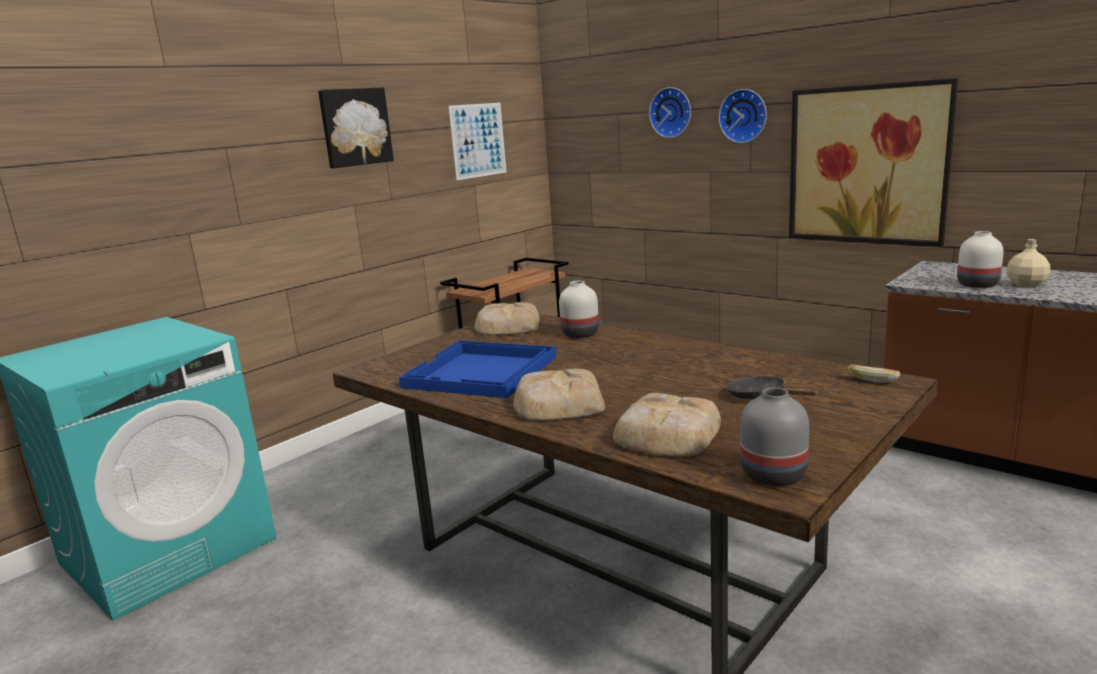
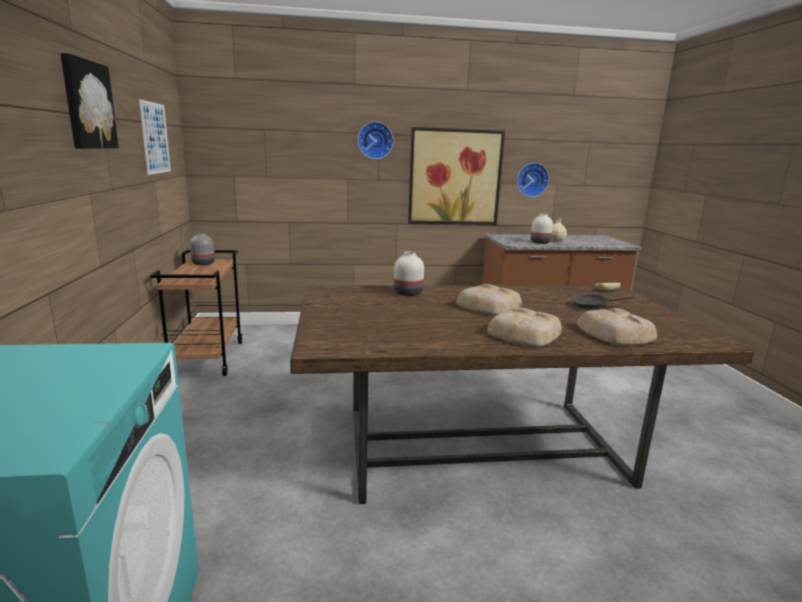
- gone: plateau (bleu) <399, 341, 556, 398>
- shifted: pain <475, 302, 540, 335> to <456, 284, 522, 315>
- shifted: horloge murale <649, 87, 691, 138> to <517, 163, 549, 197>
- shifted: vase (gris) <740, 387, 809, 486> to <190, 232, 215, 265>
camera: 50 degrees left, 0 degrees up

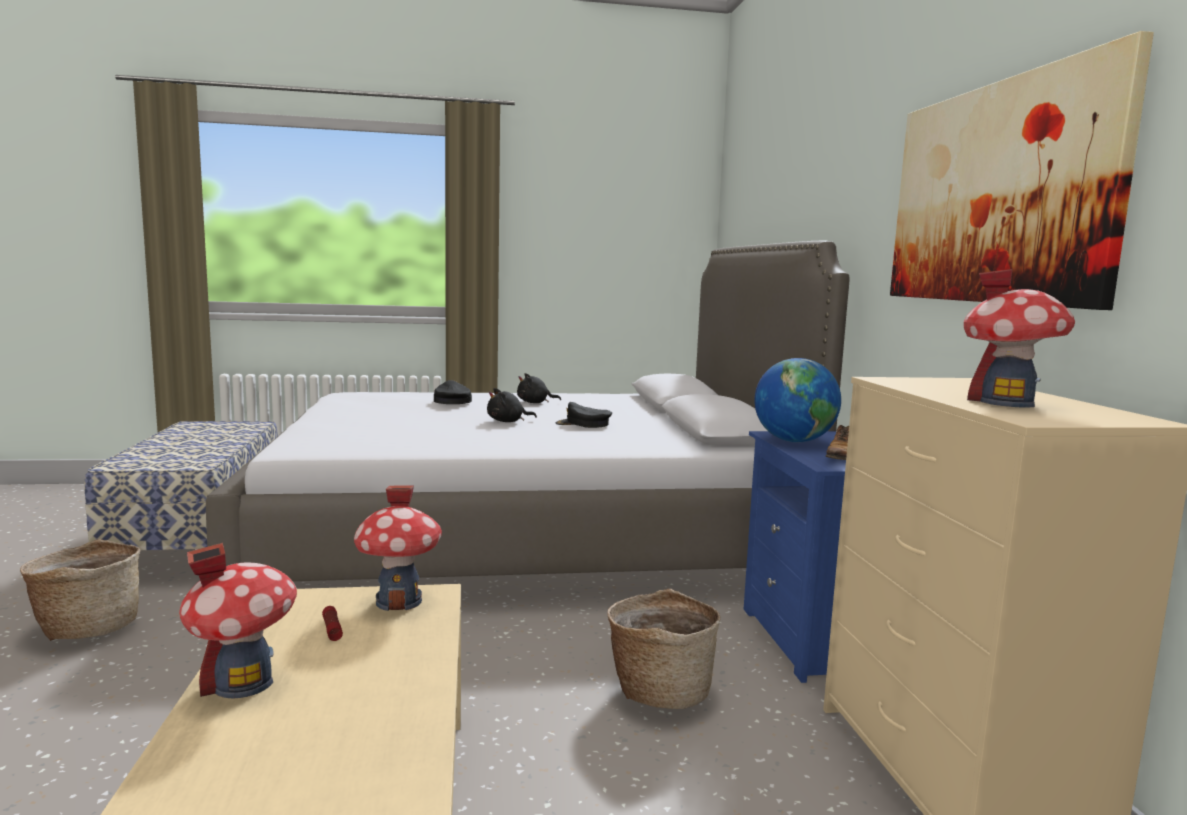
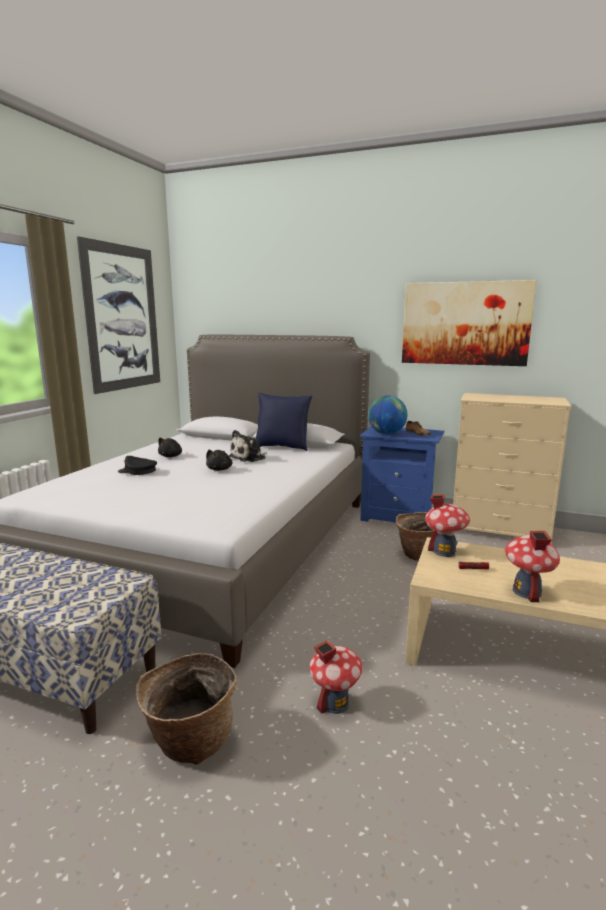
- swapped: casquette (noir) <556, 402, 612, 428> to peluche <229, 430, 267, 462>
- shifted: maison miniature <963, 269, 1075, 408> to <309, 640, 363, 714>
- new: tableau <77, 236, 160, 394>
- new: coussin (bleu) <256, 393, 312, 451>
camera: 60 degrees left, 5 degrees up

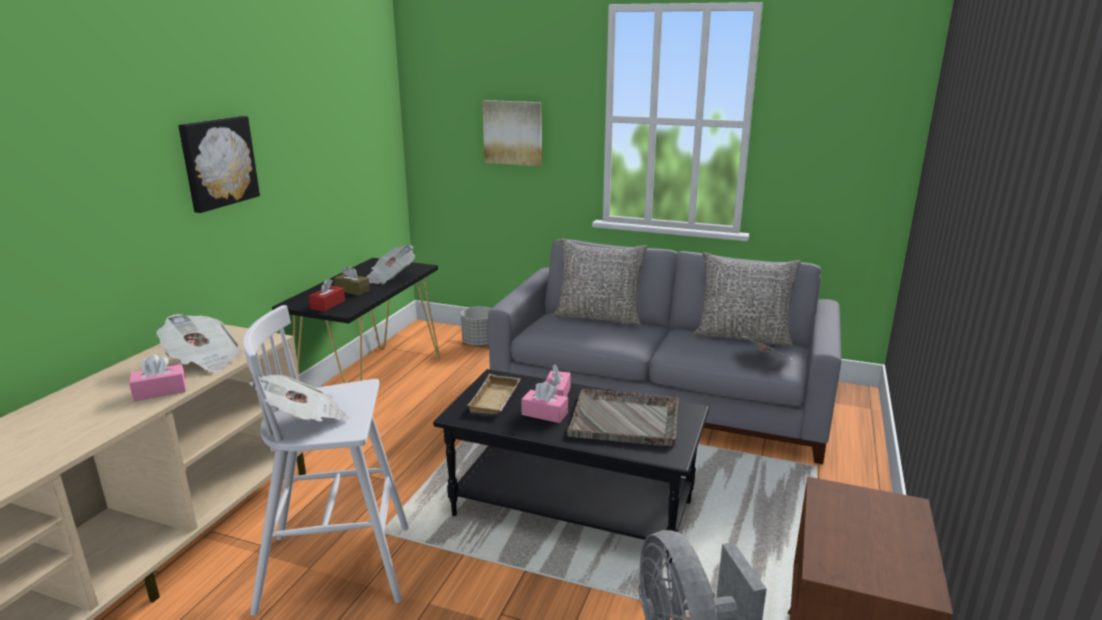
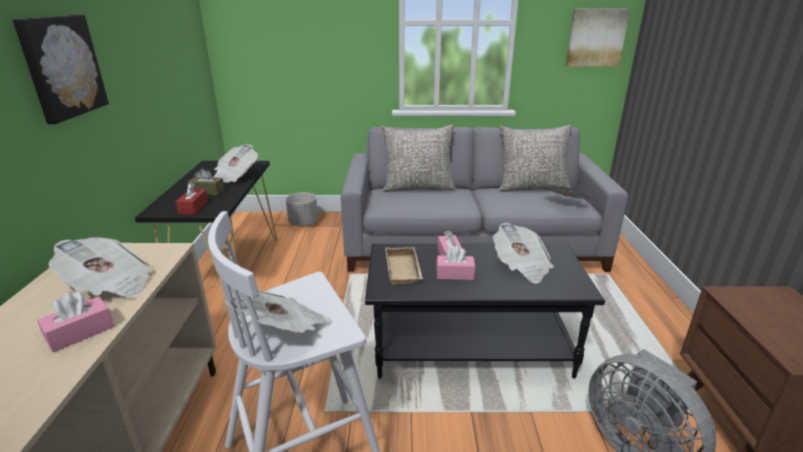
- shifted: tableau <482, 100, 542, 166> to <566, 9, 630, 66>
- swapped: plateau (gris) <567, 389, 679, 447> to journal <493, 223, 554, 284>
camera: 20 degrees left, 5 degrees up

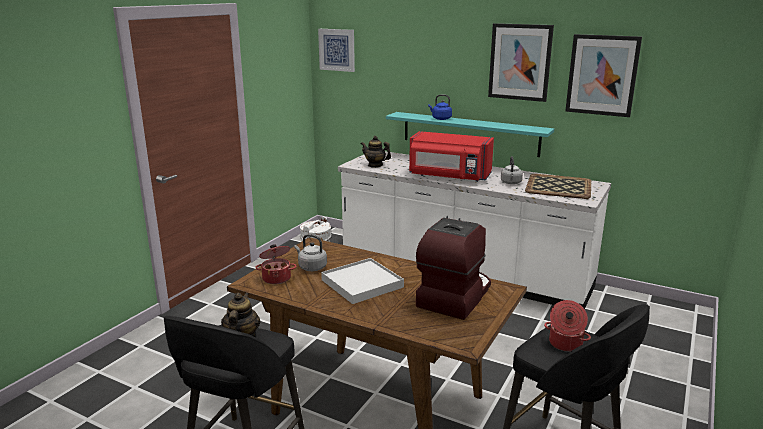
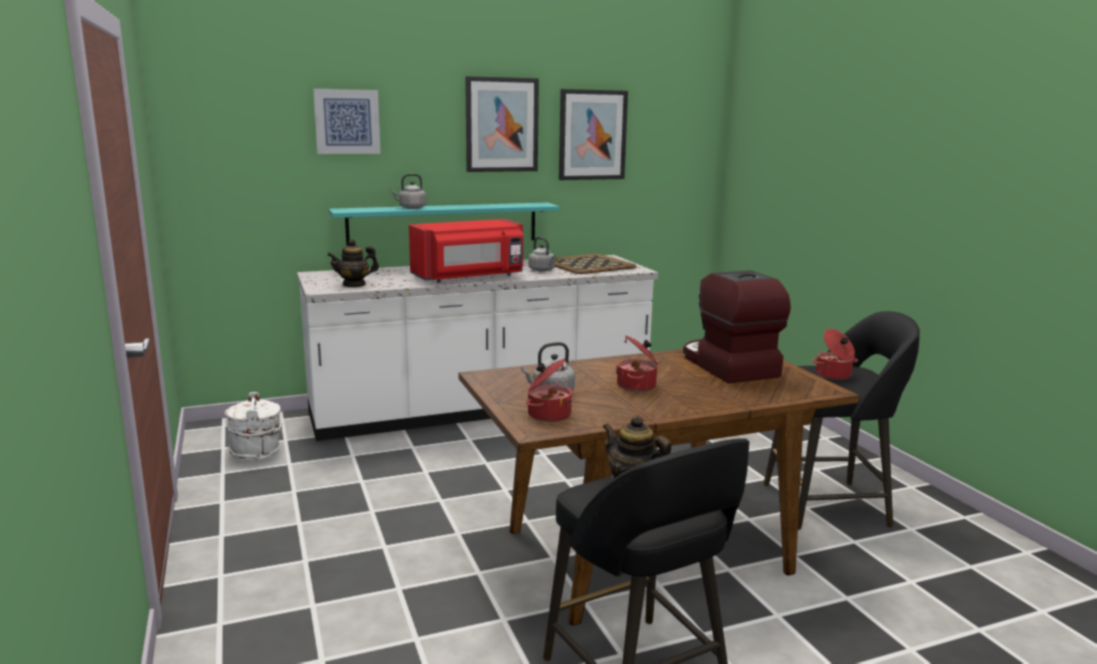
- shifted: tableau <318, 29, 355, 72> to <313, 89, 381, 154>
- swapped: plateau (blanc) <321, 258, 404, 304> to marmite <616, 335, 658, 392>
- repainted: bouilloire (bleu) <428, 94, 452, 120> to bouilloire (gris) <390, 174, 427, 209>
camera: 50 degrees left, 5 degrees down

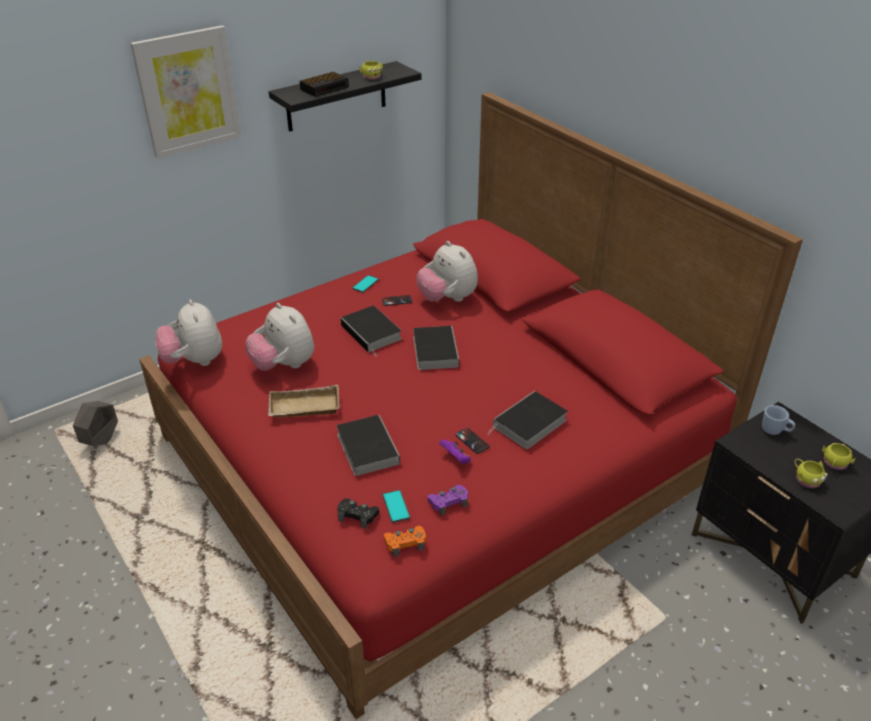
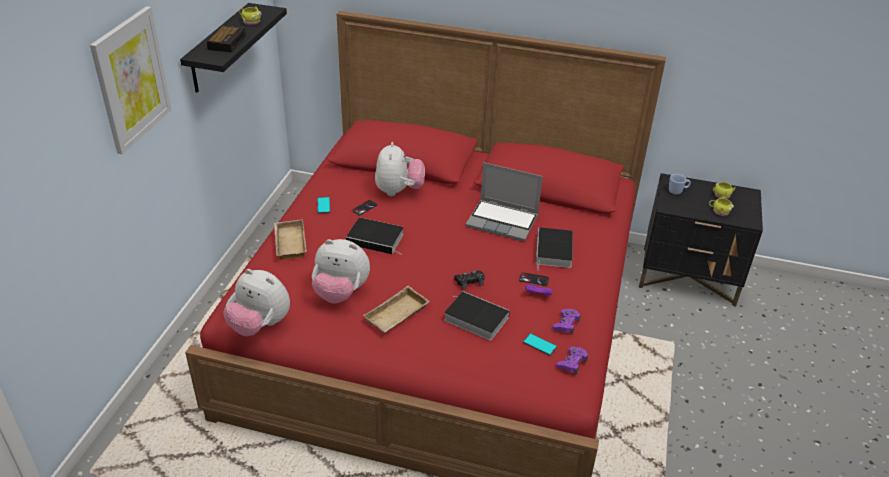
- gone: cache-pot (gris) <73, 401, 118, 446>
- shifted: manette (noir) <337, 498, 379, 529> to <454, 270, 485, 290>
- repainted: manette (orange) <384, 526, 426, 557> to manette (violet) <556, 347, 588, 375>
- gone: livre <413, 326, 459, 370>
- rotated: peluche <416, 241, 478, 302> = <375, 142, 425, 196> 105 degrees counterclockwise
- new: plateau (beige) <274, 219, 307, 259>
- new: ordinateur portable <465, 162, 543, 241>
camera: 40 degrees left, 0 degrees up

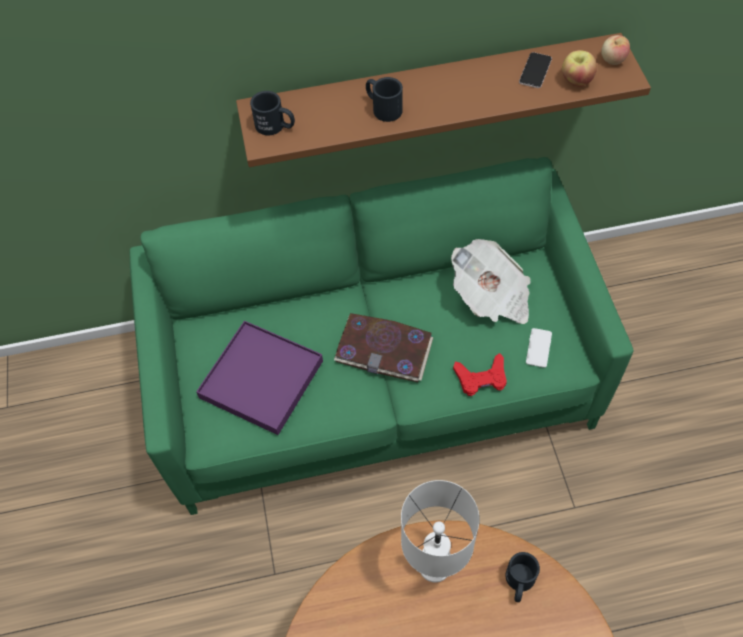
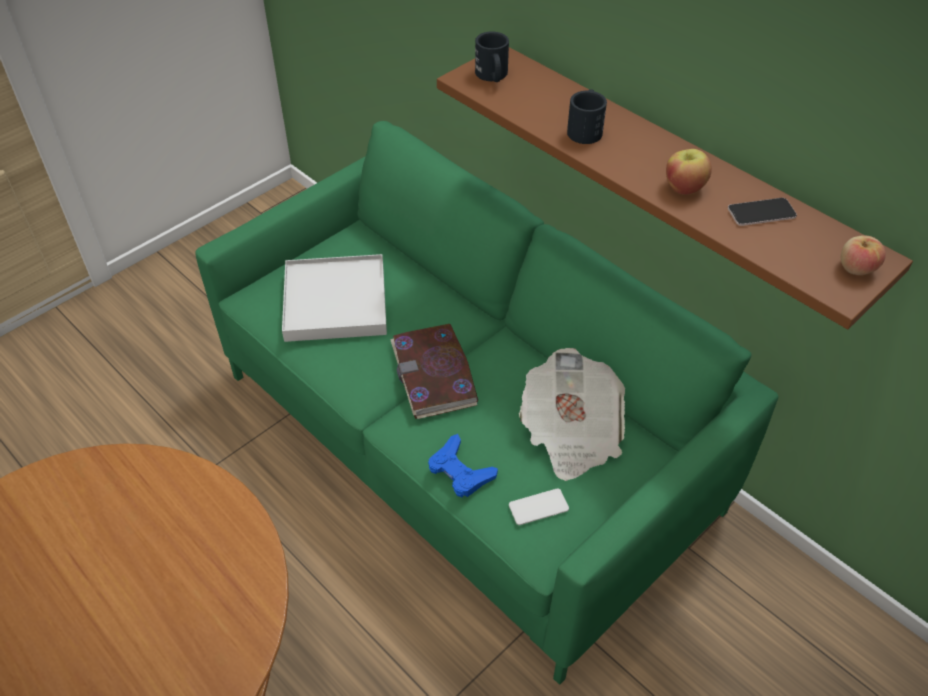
- repainted: plateau (violet) <196, 321, 323, 435> to plateau (blanc) <282, 254, 387, 342>
- gone: lampe de table (blanc) <401, 480, 480, 583>
- repainted: manette (rouge) <453, 353, 507, 396> to manette (bleu) <428, 434, 498, 497>
- gone: mug (noir) <505, 552, 540, 602>
- shifted: pomme <562, 50, 597, 87> to <666, 149, 712, 195>
camera: 55 degrees right, 10 degrees down

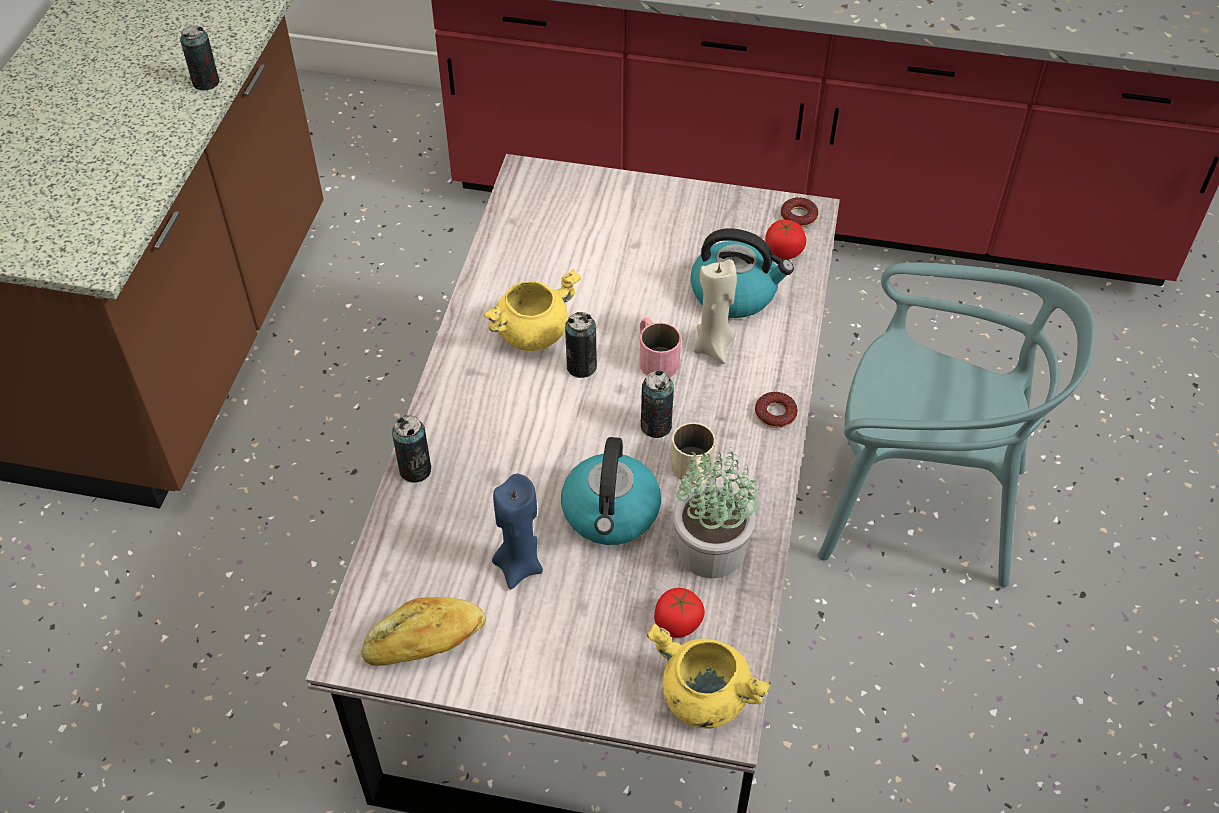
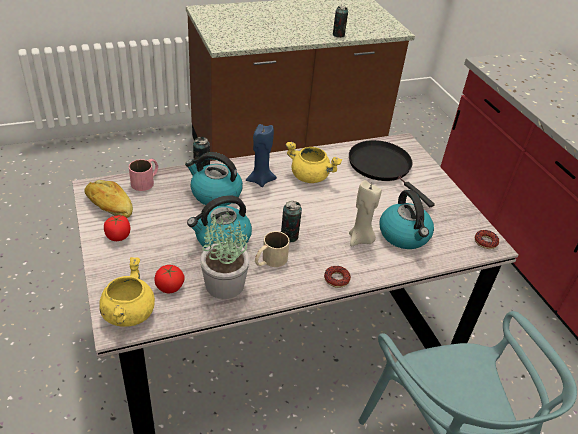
- shifted: bougie (bleu) <492, 474, 543, 590> to <246, 124, 277, 187>
- gone: boîte métallique <565, 312, 597, 378>
- shifted: mug (rose) <639, 318, 681, 377> to <129, 159, 158, 191>
- shifted: tomate <766, 220, 806, 260> to <104, 215, 130, 241>
- new: bouilloire <185, 152, 243, 206>
- new: poêle (noir) <349, 140, 435, 207>
camera: 55 degrees right, 10 degrees down

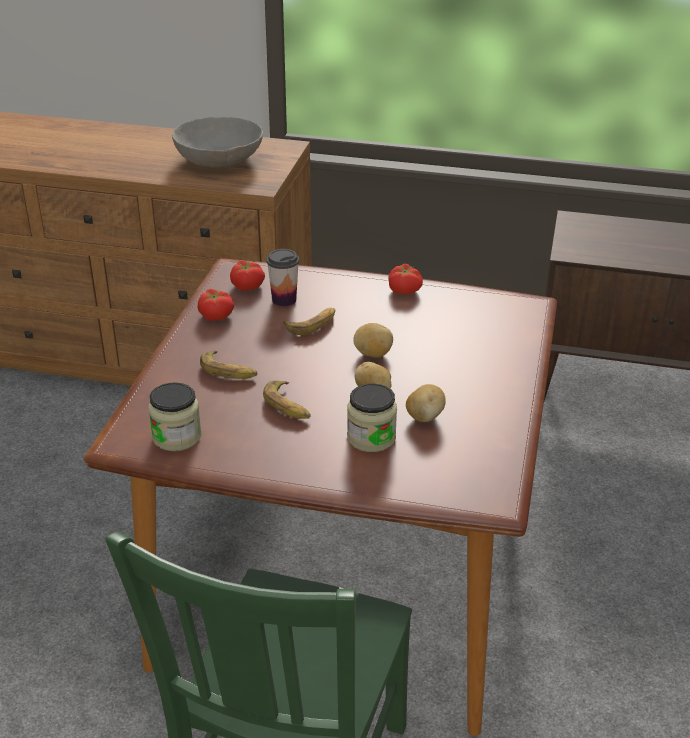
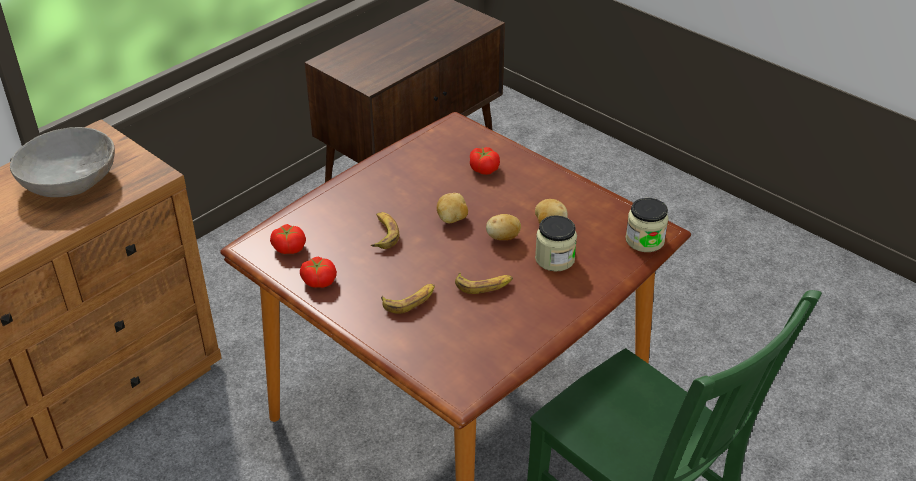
- shifted: bocal <148, 382, 201, 451> to <625, 198, 669, 252>
- gone: tasse <266, 249, 299, 306>
- shifted: tomate <388, 264, 423, 295> to <470, 147, 500, 175>
camera: 60 degrees left, 5 degrees up

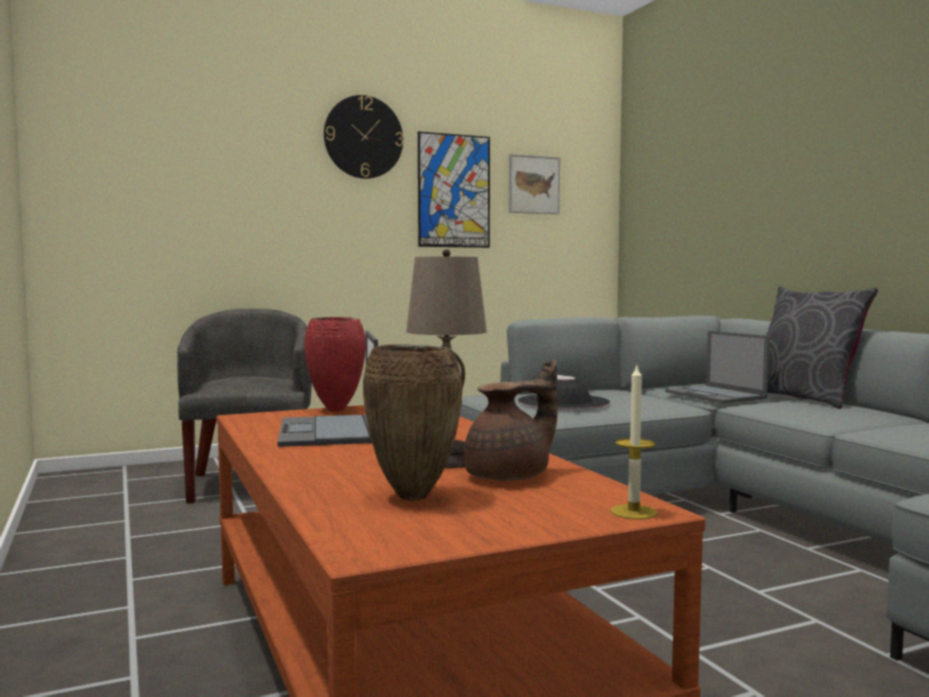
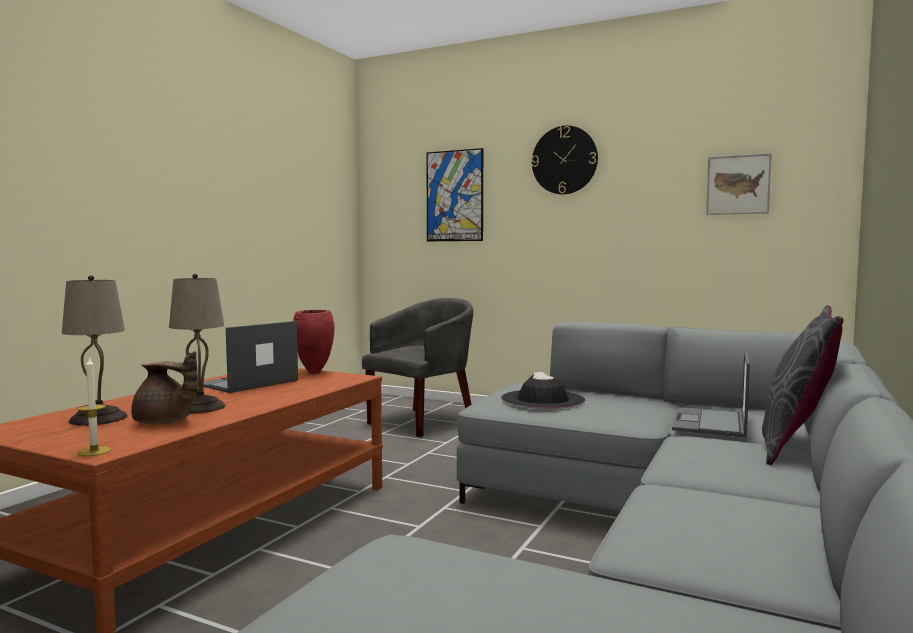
- swapped: vase (marron) <363, 344, 462, 501> to lampe de table (beige) <62, 275, 128, 426>
- shifted: tableau <418, 131, 490, 248> to <426, 148, 483, 241>
camera: 50 degrees right, 0 degrees up

